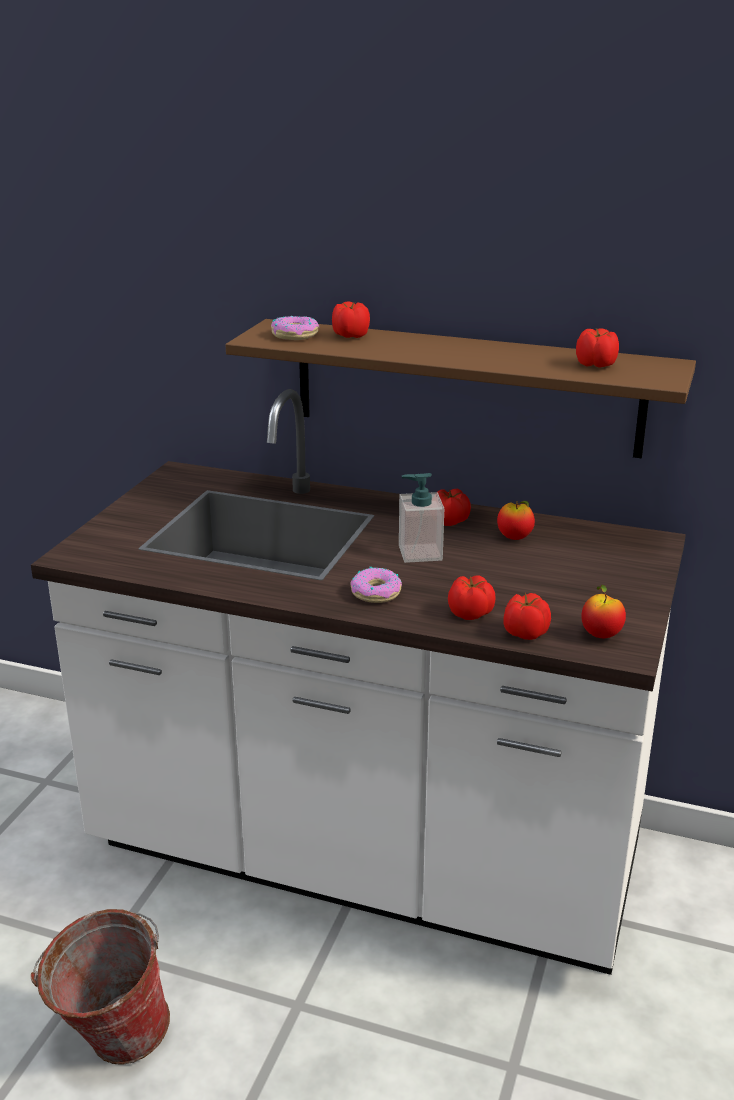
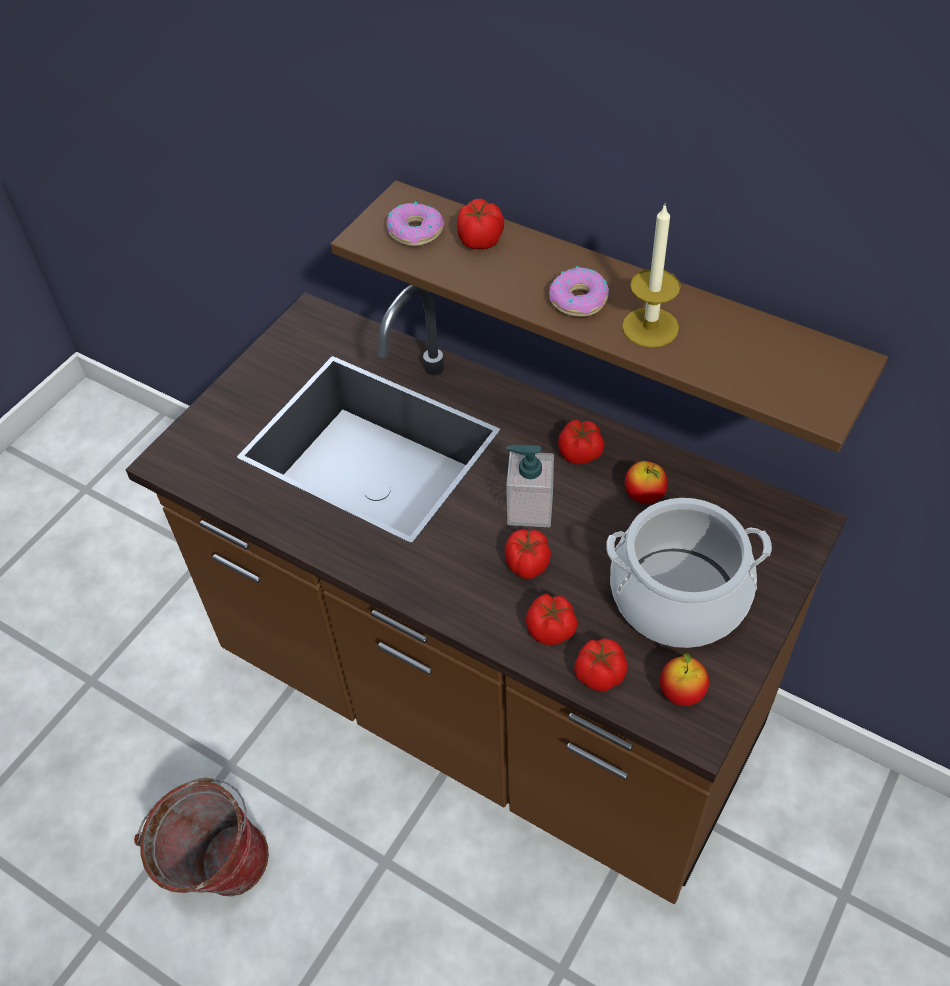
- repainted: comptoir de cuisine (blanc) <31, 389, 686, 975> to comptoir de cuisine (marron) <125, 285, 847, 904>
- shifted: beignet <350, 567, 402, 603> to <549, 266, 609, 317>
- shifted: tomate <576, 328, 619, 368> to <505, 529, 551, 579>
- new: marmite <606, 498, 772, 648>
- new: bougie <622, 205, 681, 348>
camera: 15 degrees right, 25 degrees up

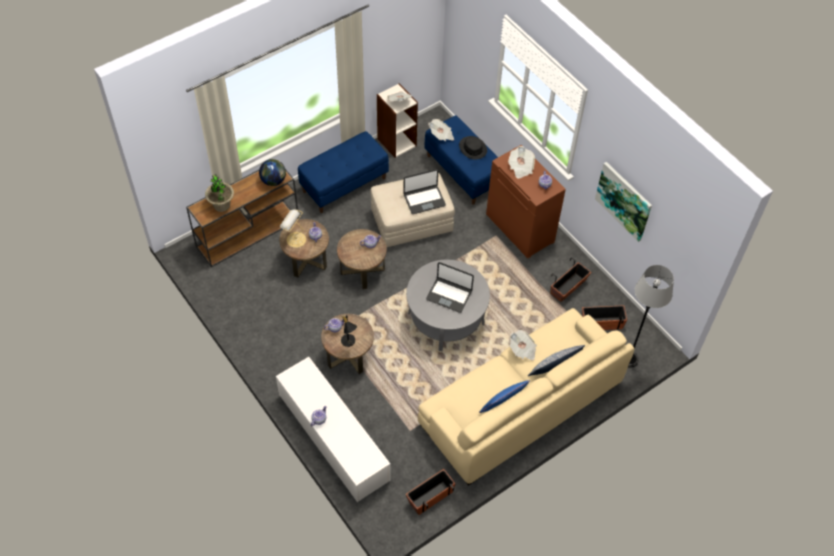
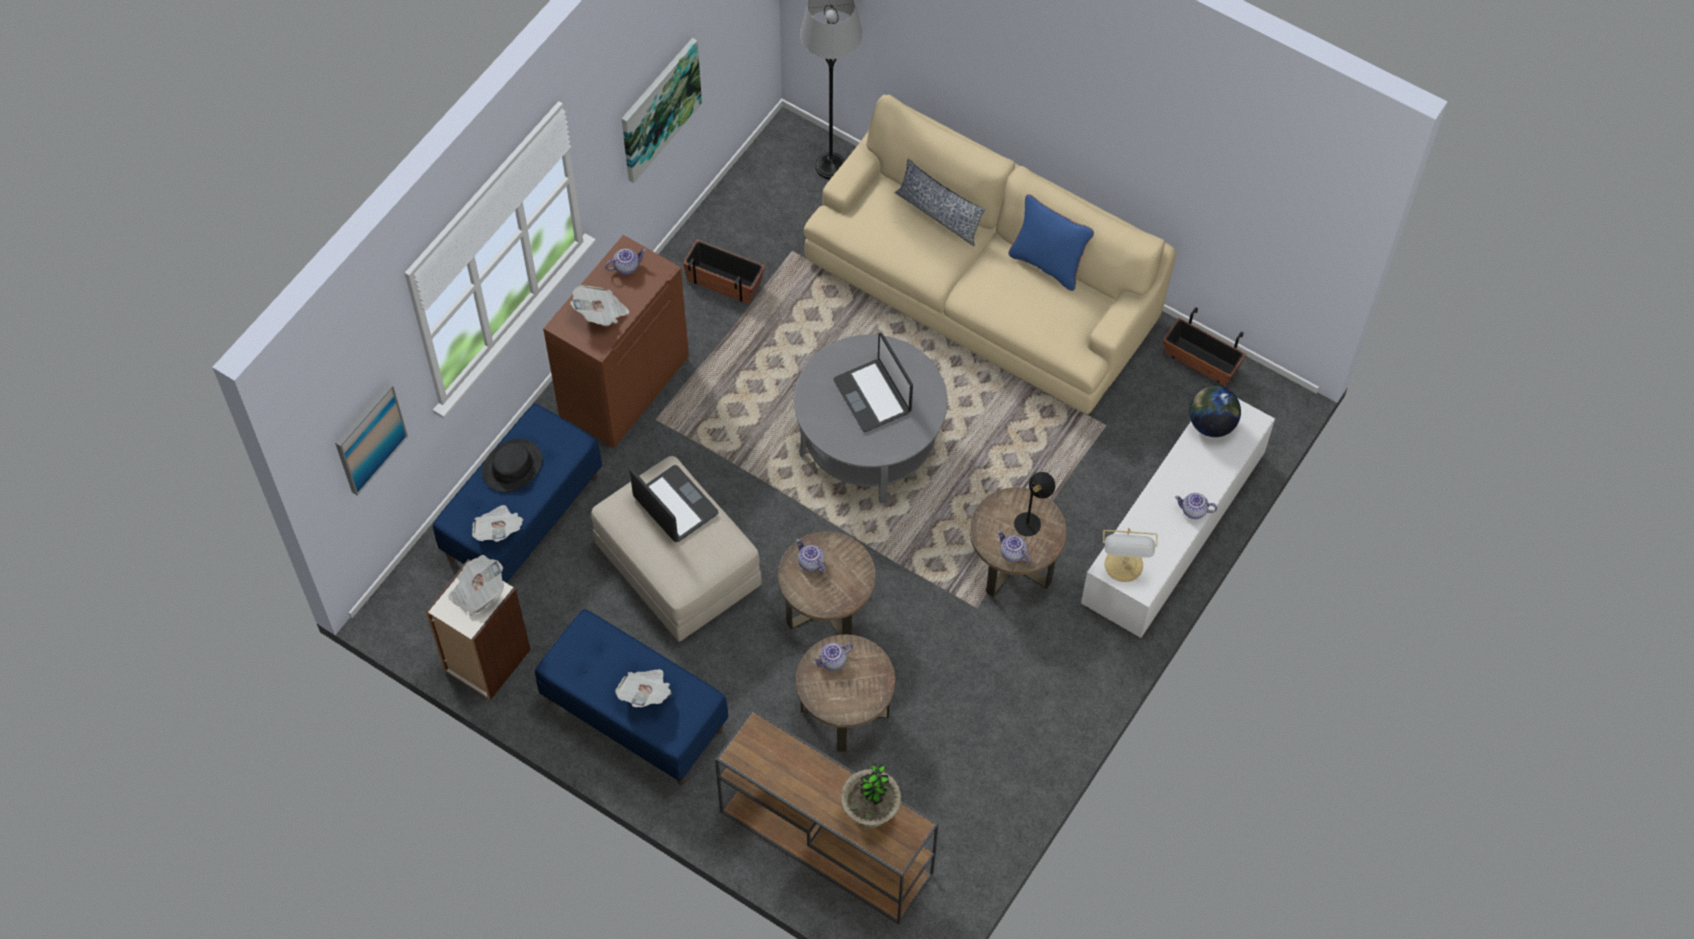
- shifted: globe <259, 159, 286, 186> to <1189, 386, 1241, 437>
- shifted: lampe de table <280, 209, 306, 248> to <1103, 528, 1157, 582>
- rotated: ordinateur portable <426, 262, 474, 313> = <833, 332, 913, 432> 150 degrees clockwise
- shifted: journal <510, 330, 537, 361> to <615, 669, 671, 707>
- gone: cache-pot <582, 305, 627, 330>
- new: tableau <335, 383, 408, 495>
camera: 110 degrees left, 5 degrees up

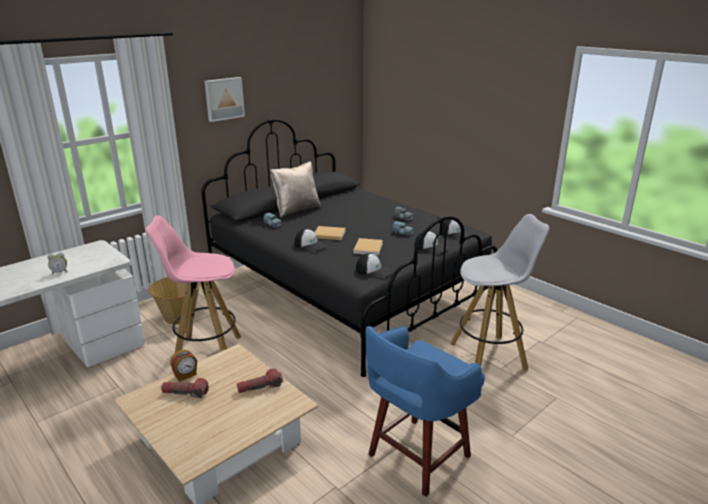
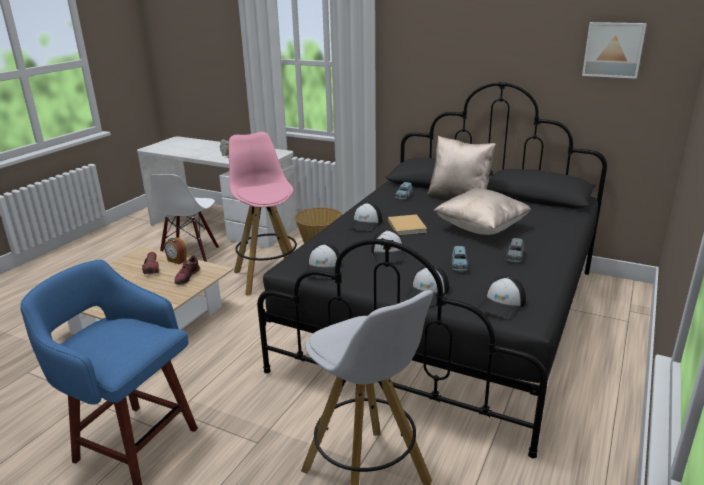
- shifted: tableau <204, 77, 245, 122> to <582, 22, 647, 79>
- gone: lampe de poche <237, 369, 283, 393>
- swapped: livre (beige) <353, 238, 383, 256> to casquette <371, 230, 407, 263>
- new: chaise (blanc) <150, 174, 219, 262>
- new: chaussure <174, 255, 200, 285>
- new: coussin (beige) <433, 188, 531, 235>
camera: 70 degrees right, 0 degrees up

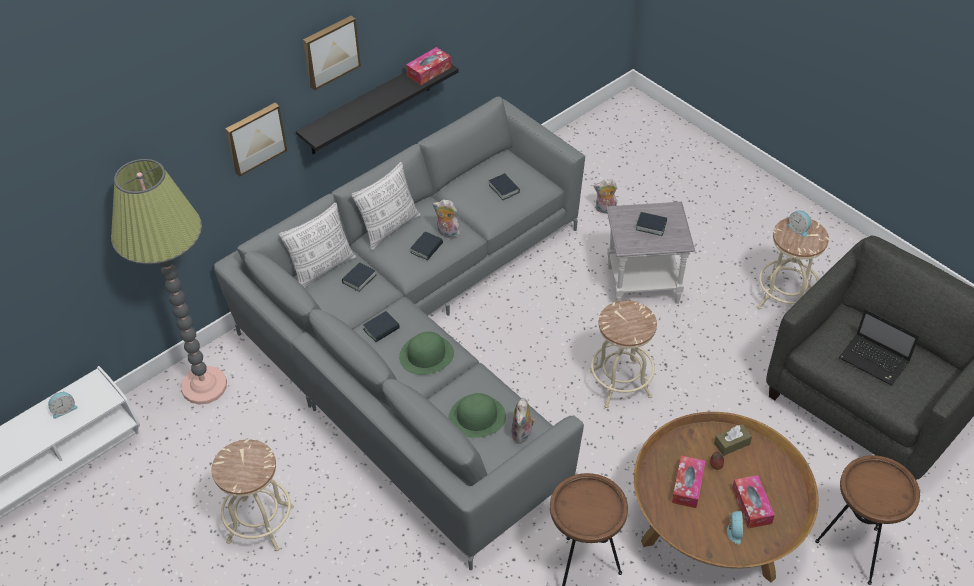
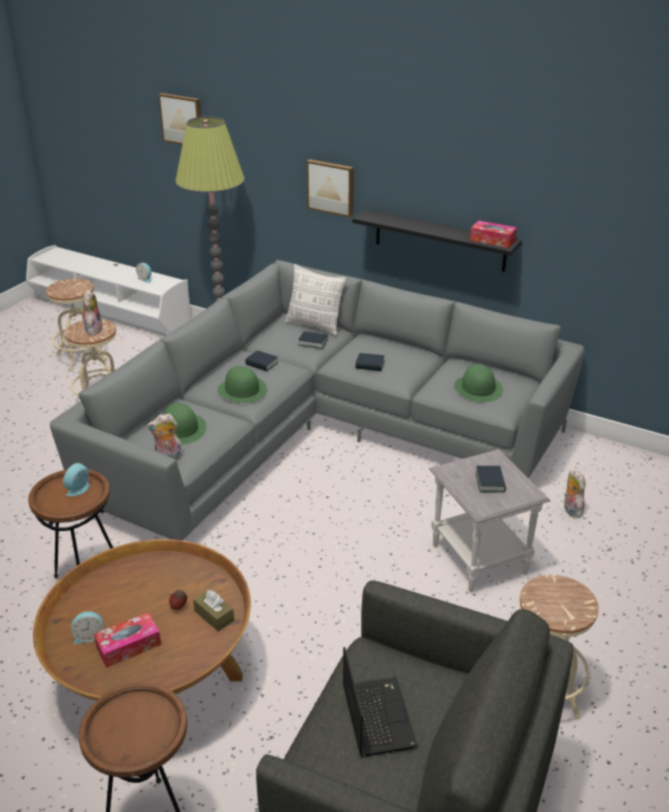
- shifted: tableau <303, 16, 361, 90> to <158, 93, 201, 145>
- gone: coussin <351, 162, 421, 250>
- shifted: peluche <433, 199, 460, 239> to <80, 290, 103, 335>
- swapped: livre <489, 173, 520, 200> to chapeau (vert) <454, 364, 503, 402>
- shifted: tabouret (beige) <590, 301, 657, 408> to <46, 279, 108, 371>
- gone: boîte à mouchoirs <672, 455, 705, 508>
- shifted: réveil <788, 210, 811, 237> to <63, 463, 89, 496>
- rotated: ordinateur portable <839, 309, 919, 386> = <343, 647, 418, 757> 150 degrees clockwise
camera: 70 degrees right, 15 degrees down

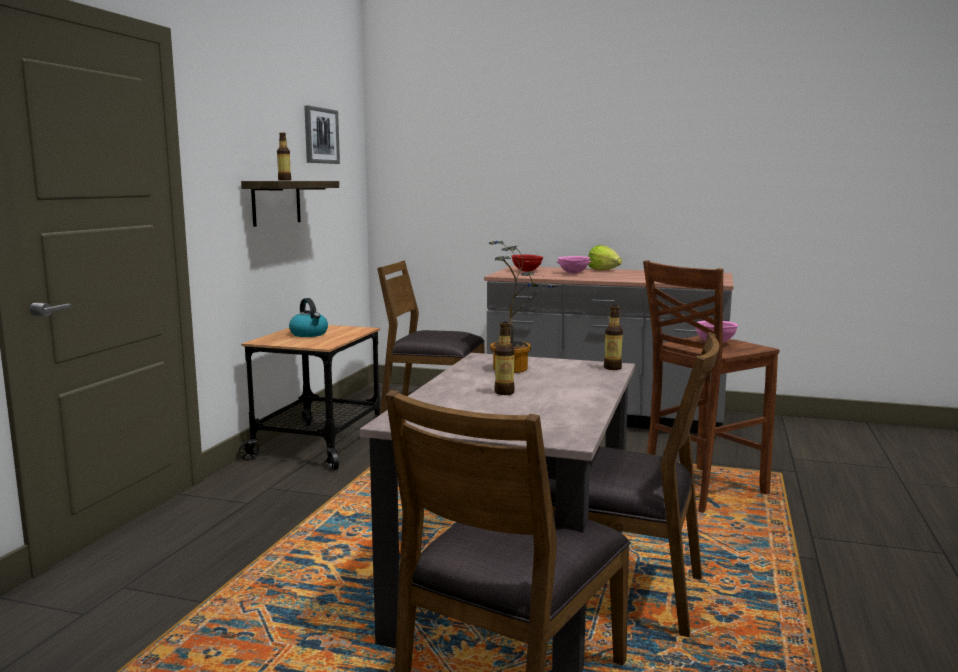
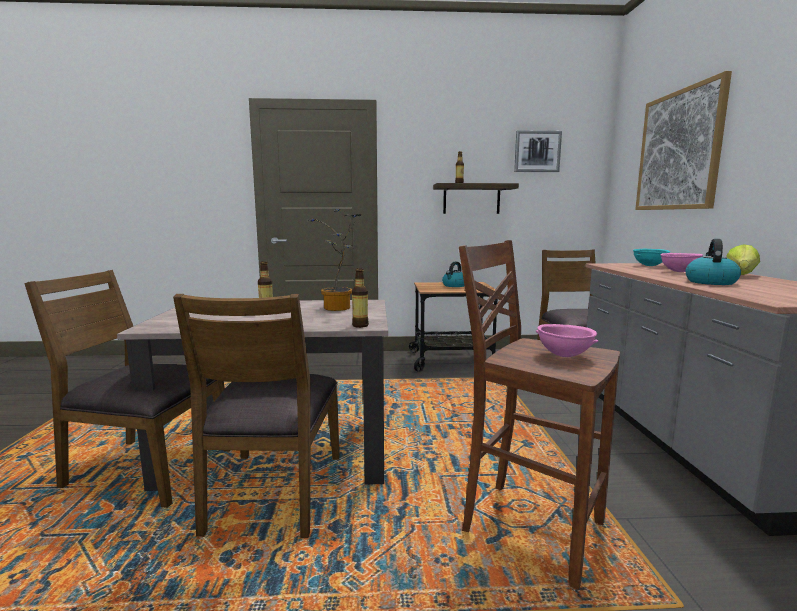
- repainted: bol (rouge) <511, 254, 543, 272> to bol (turquoise) <633, 249, 670, 266>
- new: tableau <635, 71, 732, 210>
- new: bouilloire <686, 239, 741, 285>
camera: 70 degrees right, 0 degrees up

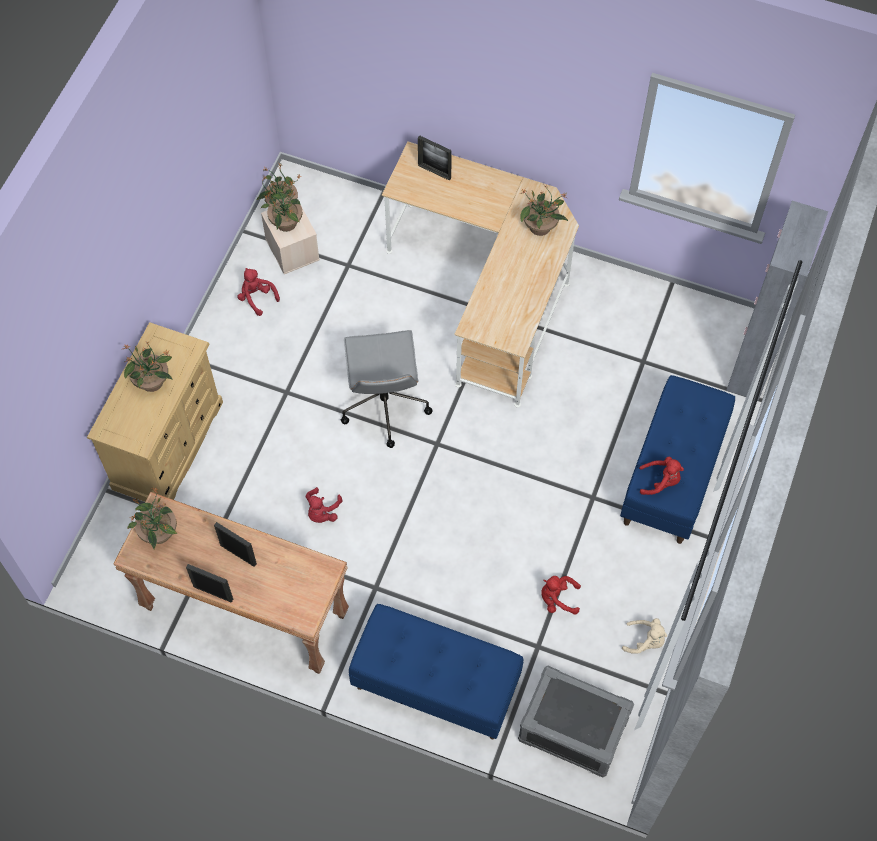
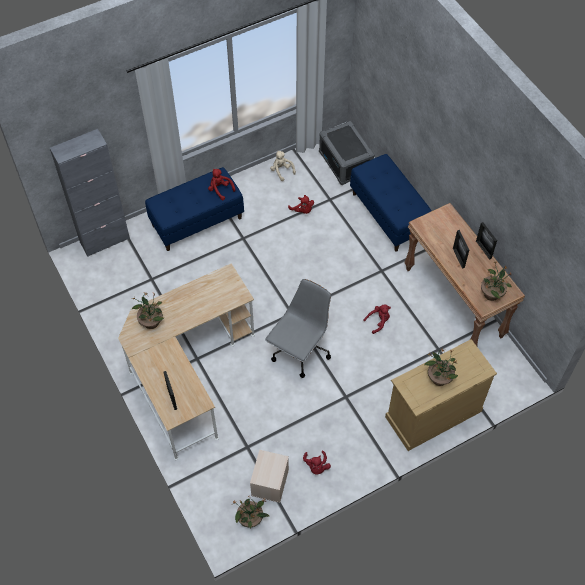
- gone: plante en pot <261, 180, 303, 232>
camera: 140 degrees left, 5 degrees down

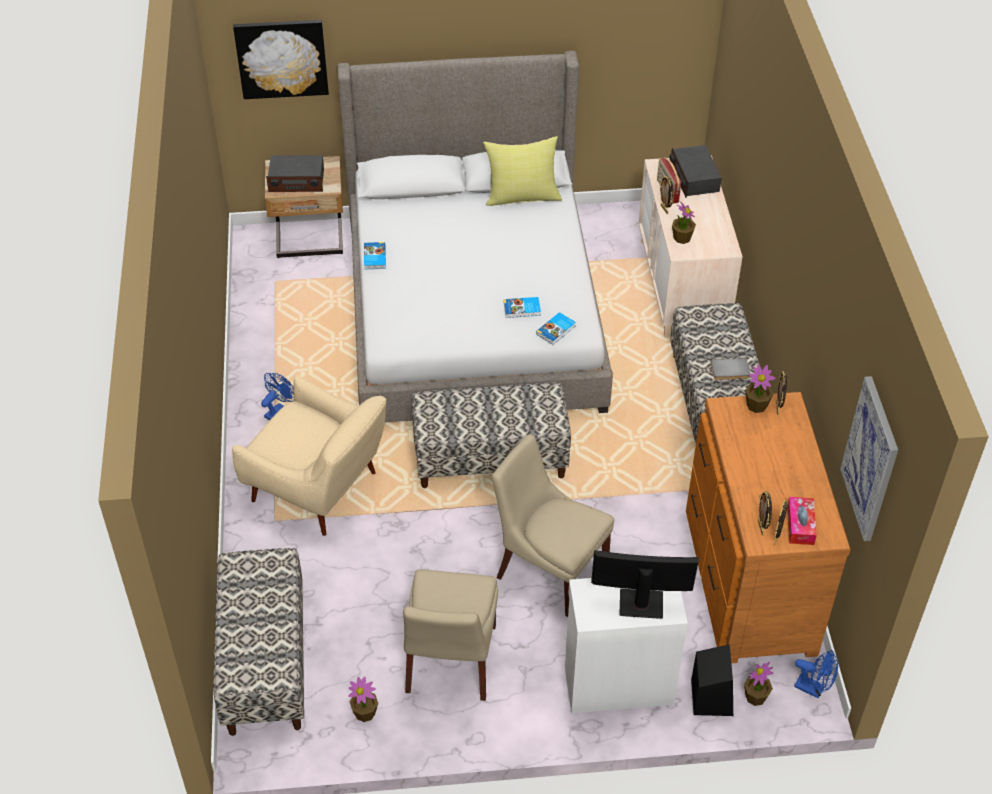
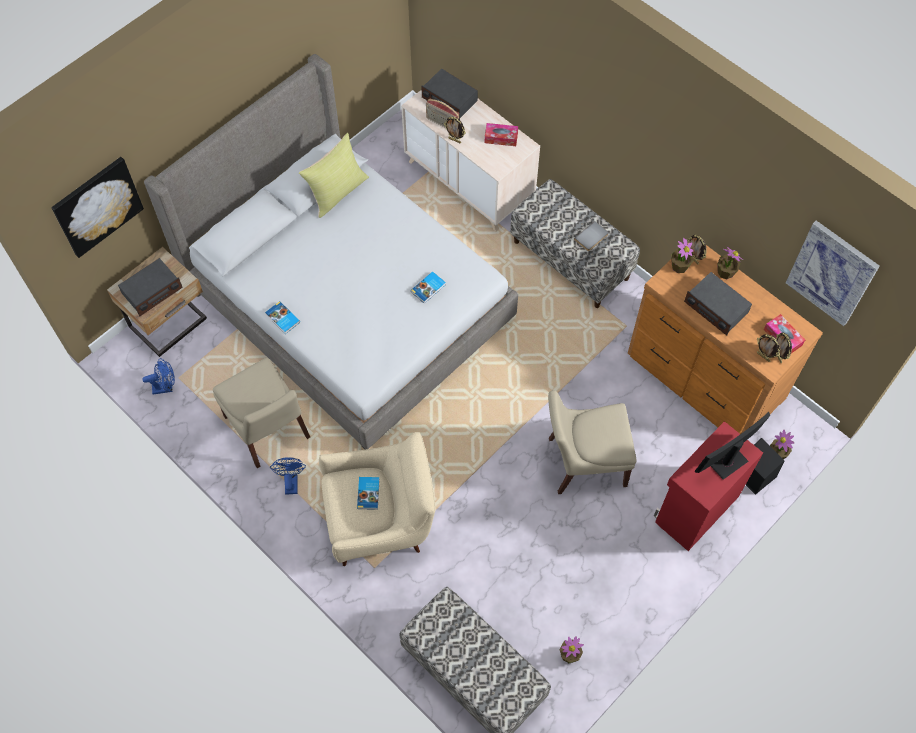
- shifted: chaise (beige) <403, 569, 498, 701> to <213, 358, 310, 469>
- gone: banc <412, 383, 571, 488>
- shifted: livre <536, 312, 576, 345> to <357, 477, 380, 510>
- repainted: meuble de rangement (blanc) <565, 578, 688, 713> to meuble de rangement (rouge) <654, 421, 763, 551>
- shifted: plante en pot <672, 201, 696, 244> to <717, 247, 743, 279>
- shifted: ventilateur (bleu) <794, 650, 838, 698> to <142, 358, 175, 395>
- new: boîte à mouchoirs <485, 123, 518, 146>
- new: radio <684, 272, 752, 336>
camera: 40 degrees left, 15 degrees up

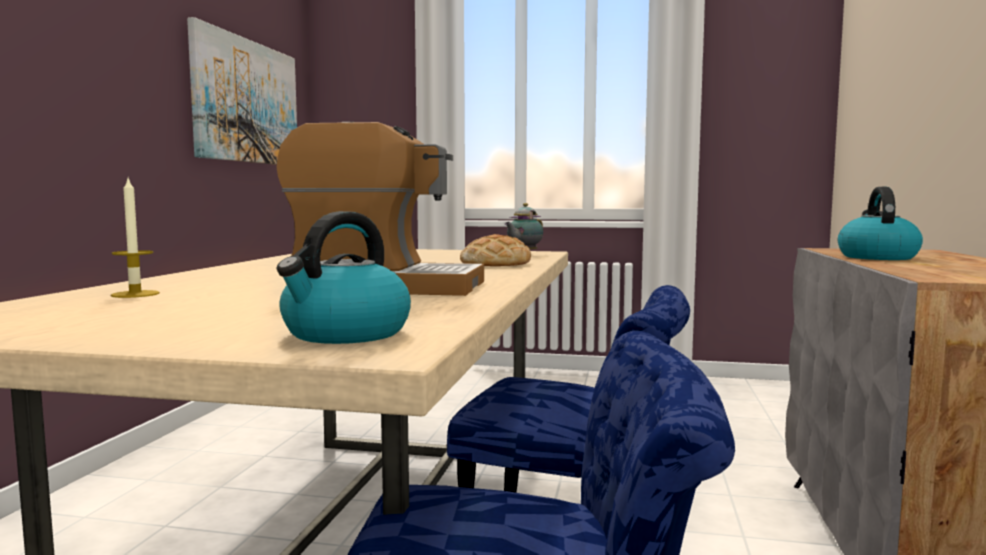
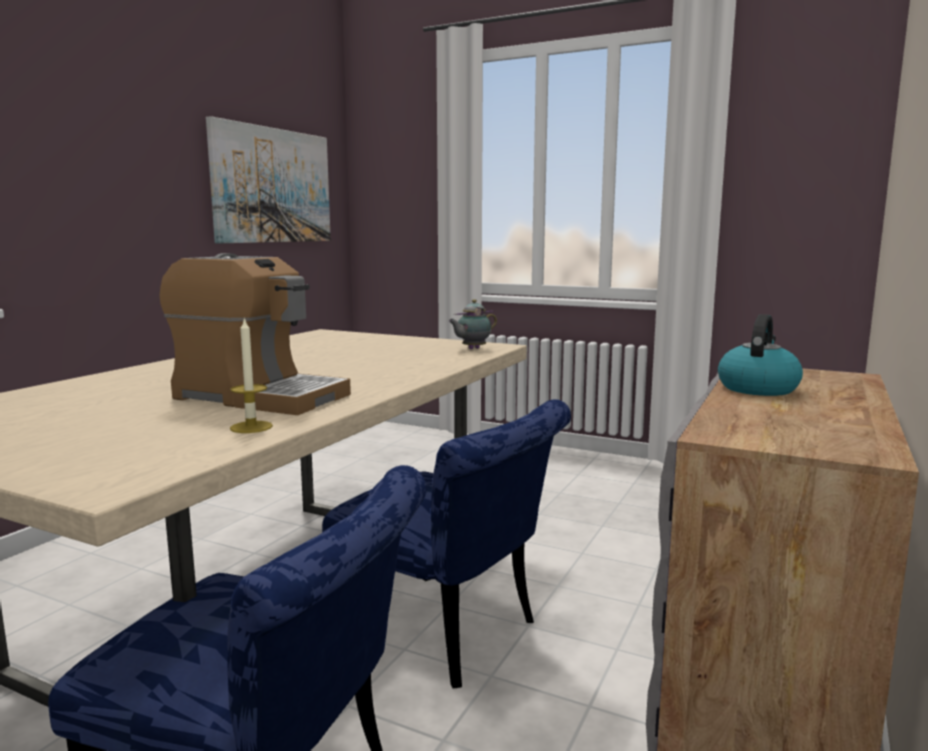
- shifted: bougie <111, 176, 160, 298> to <230, 317, 273, 433>
- gone: bouilloire <277, 211, 411, 344>
- gone: pain <460, 234, 531, 266>
camera: 15 degrees right, 5 degrees up

